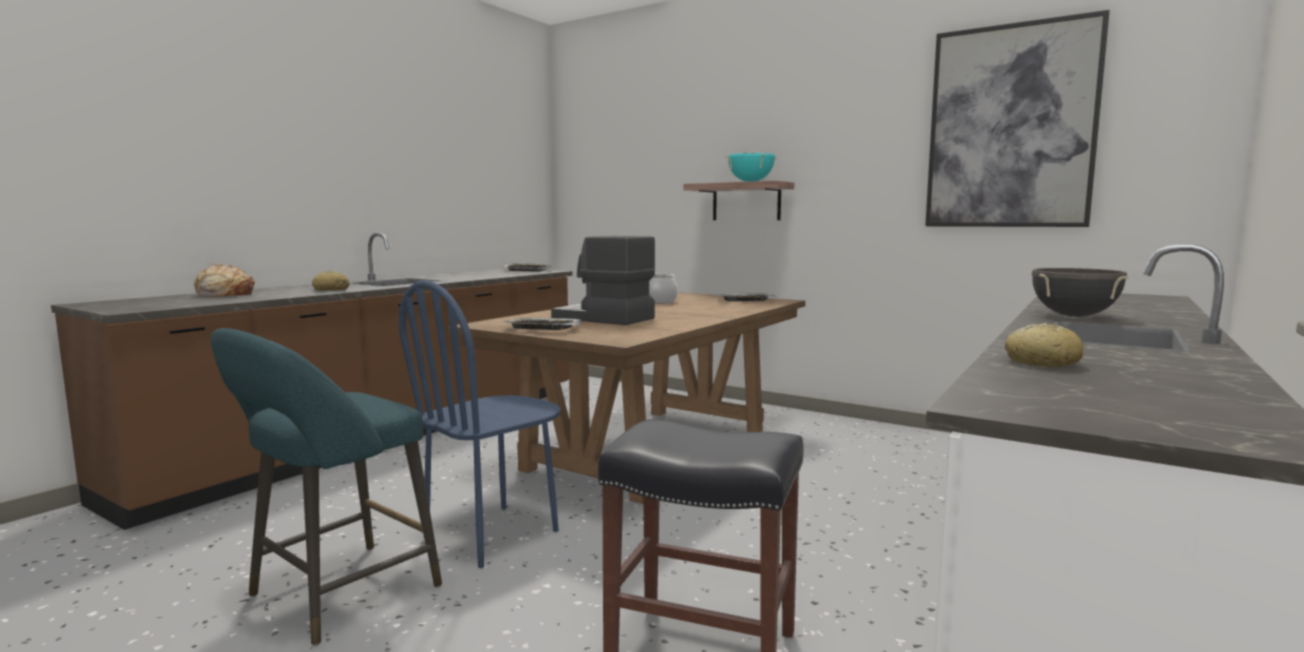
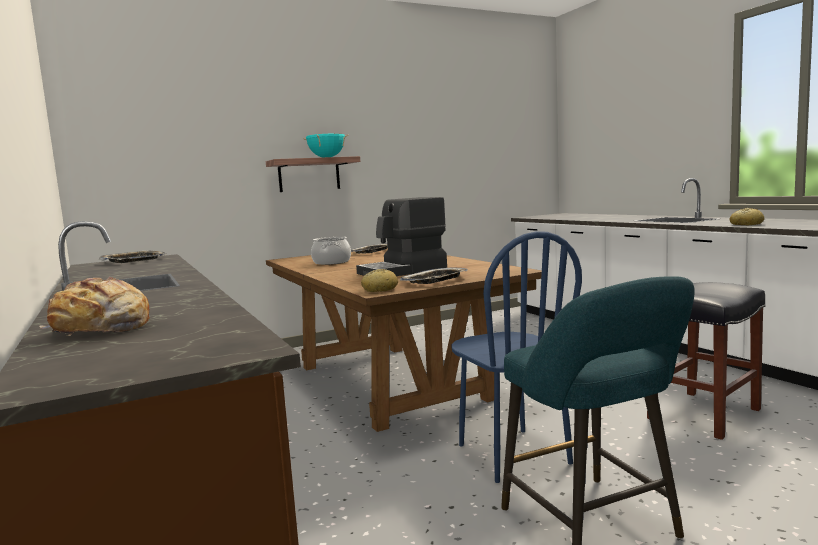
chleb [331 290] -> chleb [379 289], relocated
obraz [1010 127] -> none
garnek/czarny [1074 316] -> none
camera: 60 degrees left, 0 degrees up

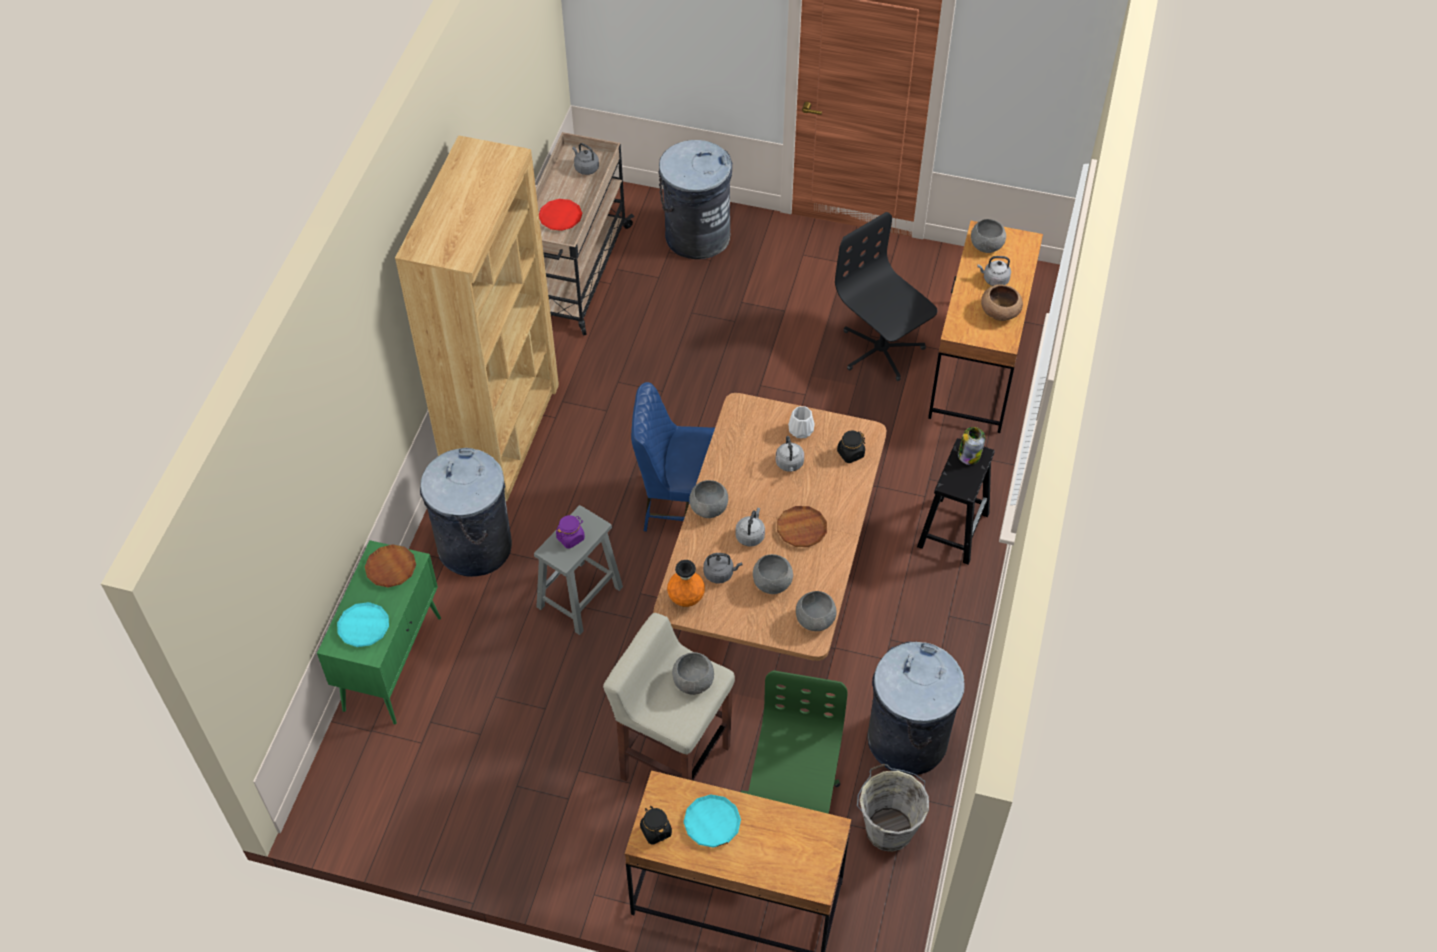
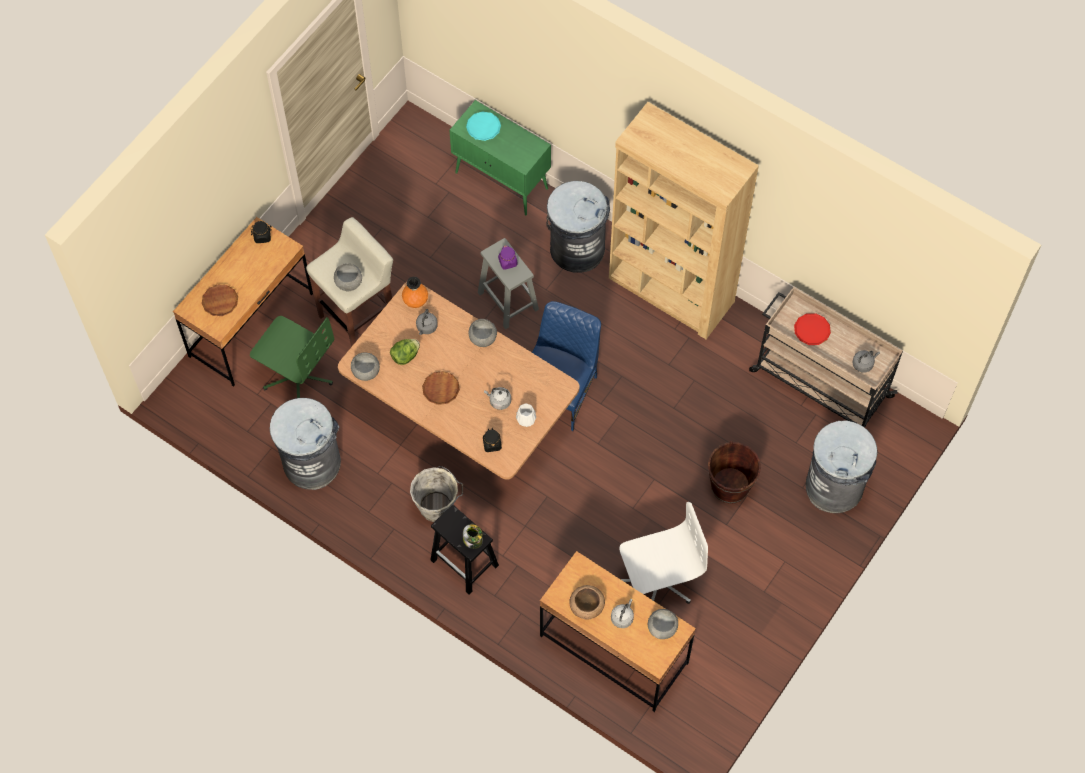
talerz/brązowy [391 568] -> talerz/brązowy [220 302], relocated
miska/szary [772 583] -> sałata [405 356]
wiadro/szary [888 828] -> wiadro/szary [437 507], relocated
krzesło biurowe/czarny [881 350] -> krzesło biurowe/biały [657 581]
none -> wiadro/brązowy [730 486]
talerz/turkusowy [712 823] -> none
czajnik/szary [750 535] -> none
camera: 110 degrees right, 10 degrees up

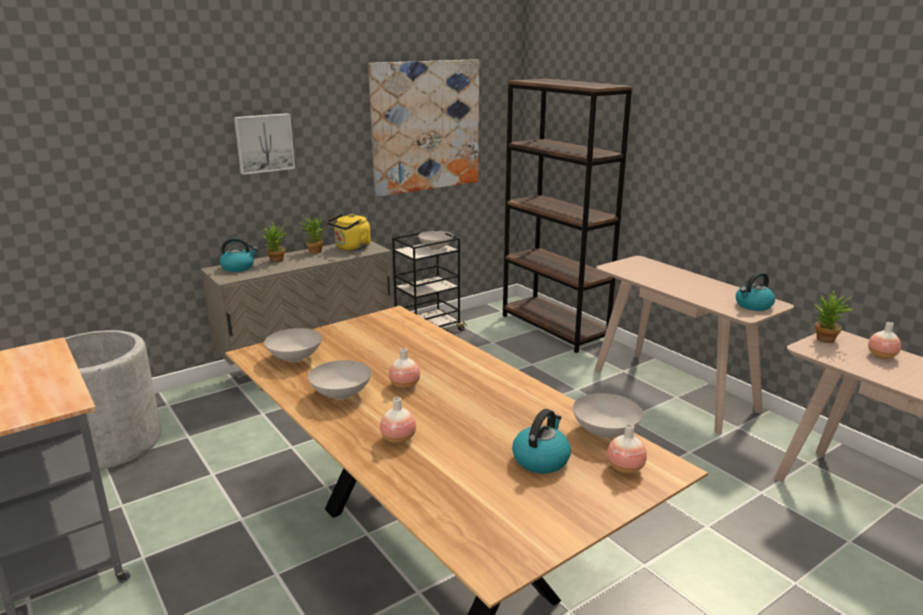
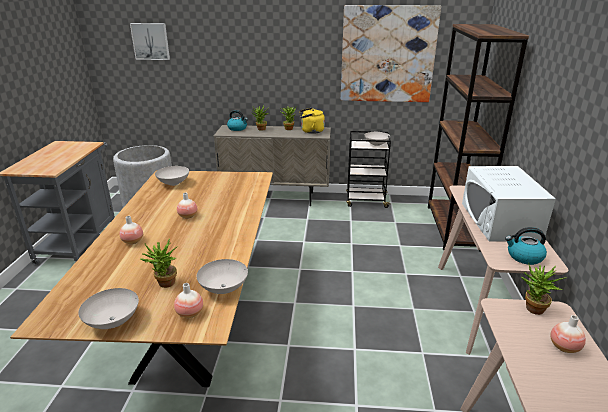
miska/biały [342 394] -> miska/biały [114 321], relocated
obraz [264 143] -> obraz [151 41], relocated
czajnik [541 459] -> roślina doniczkowa [164 285]
none -> mikrofalówka/biały [499 221]
camera: 40 degrees right, 5 degrees up

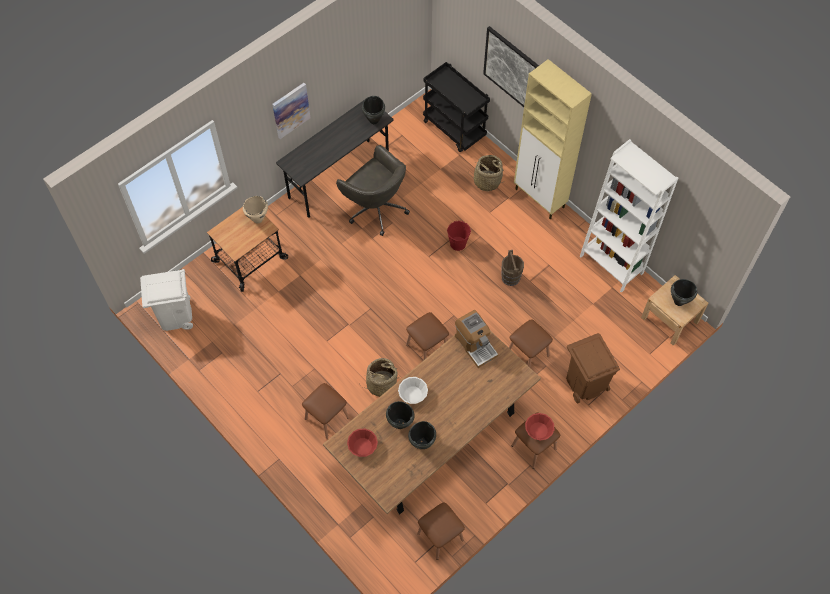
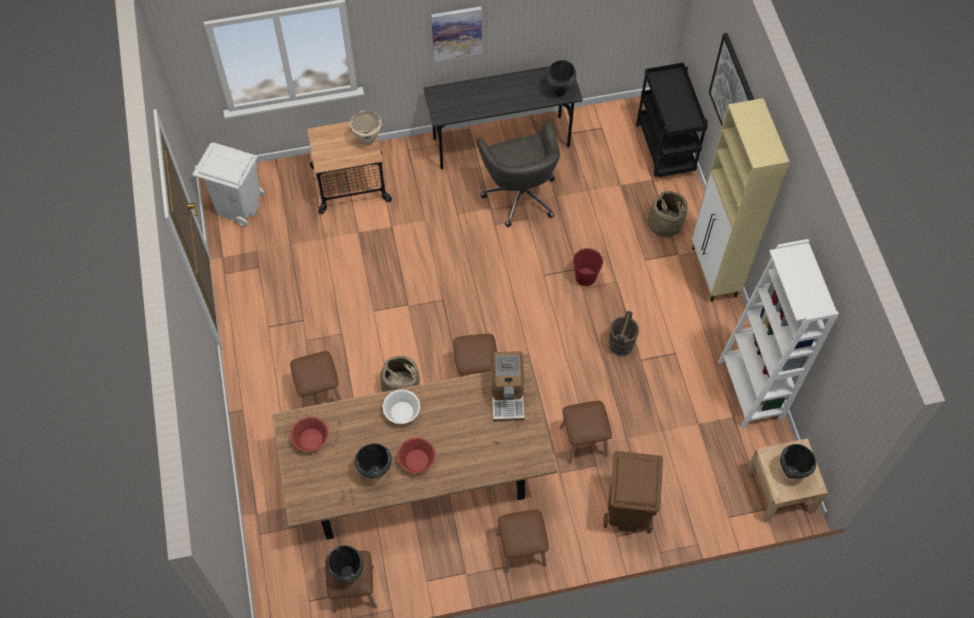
garnek/czarny [400 423] -> garnek/czarny [348 572], relocated
miska/czerwony [538 430] -> miska/czerwony [417 460], relocated
camera: 30 degrees right, 0 degrees up

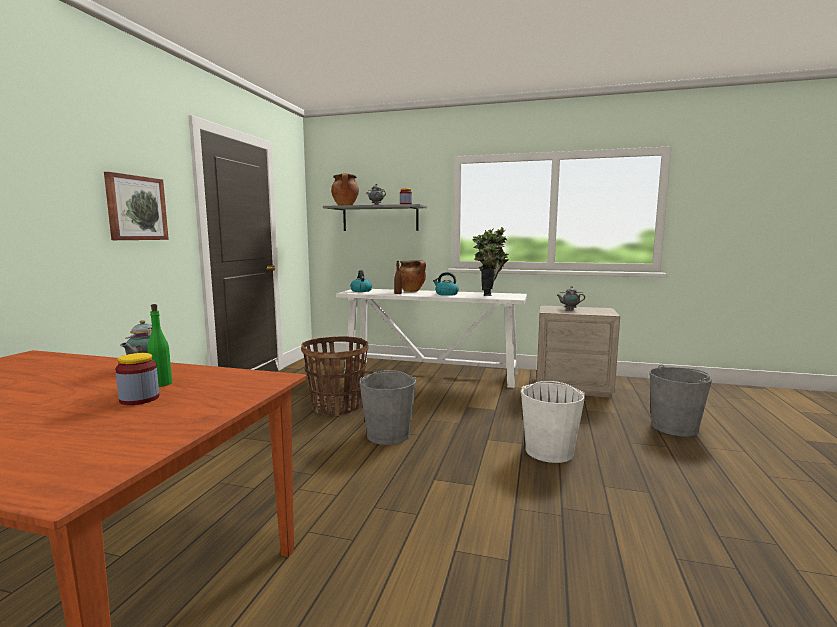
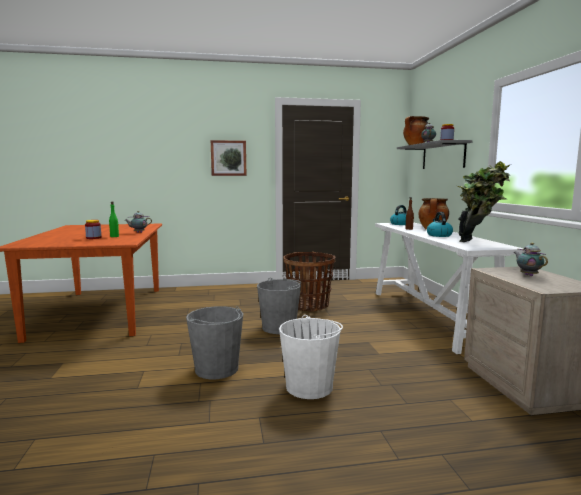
wiadro/szary [675 427] -> wiadro/szary [217 369], relocated
camera: 65 degrees right, 0 degrees up

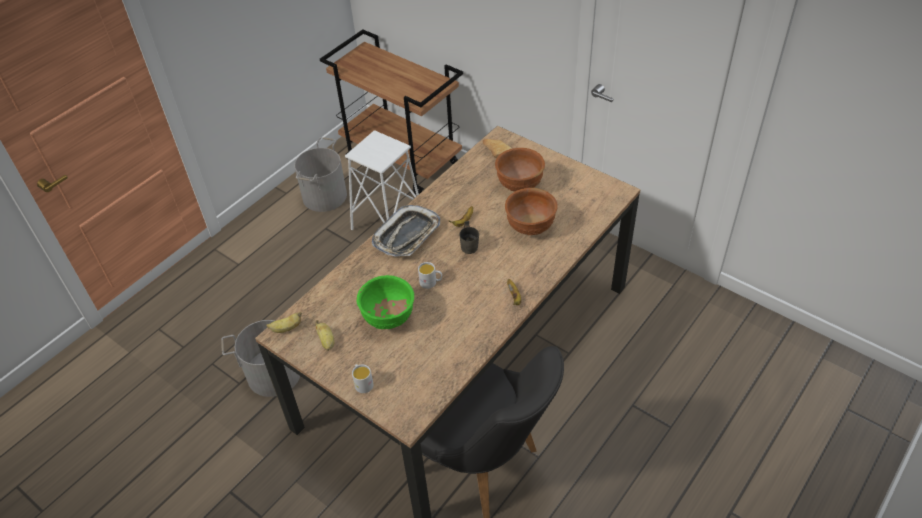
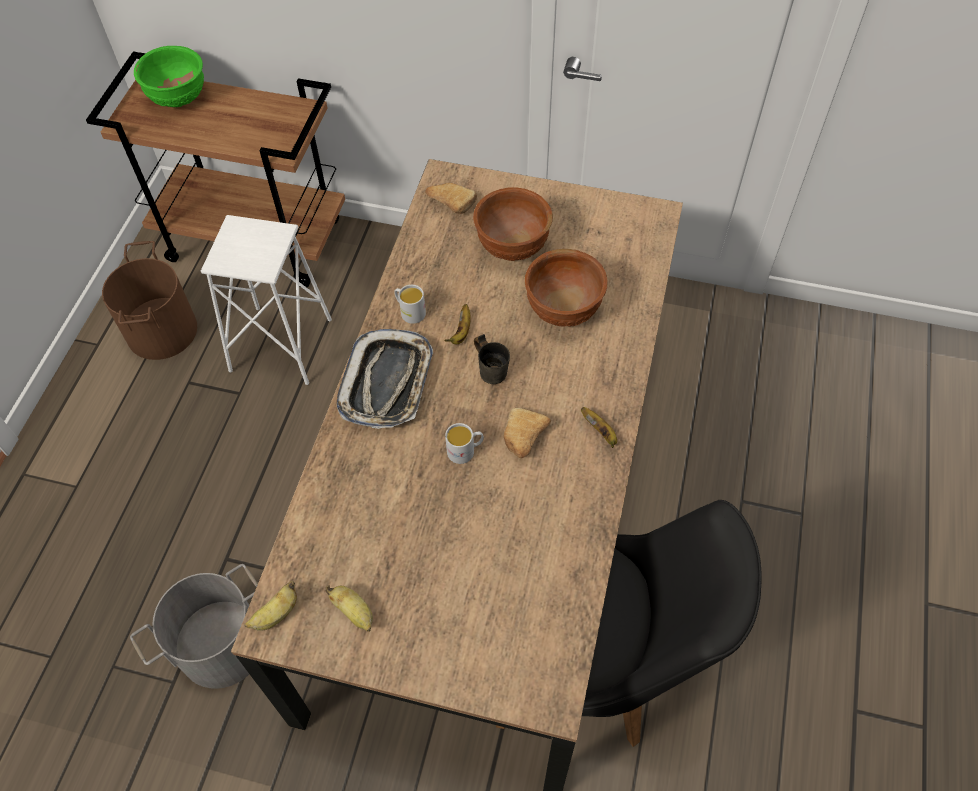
wiadro/szary [325 196] -> wiadro/brązowy [163 330]
miska/zielony [389 318] -> miska/zielony [179 99], relocated
kubek/biały [362 383] -> kubek/biały [409 311], relocated
none -> chleb [522 439]
camera: 25 degrees left, 10 degrees up

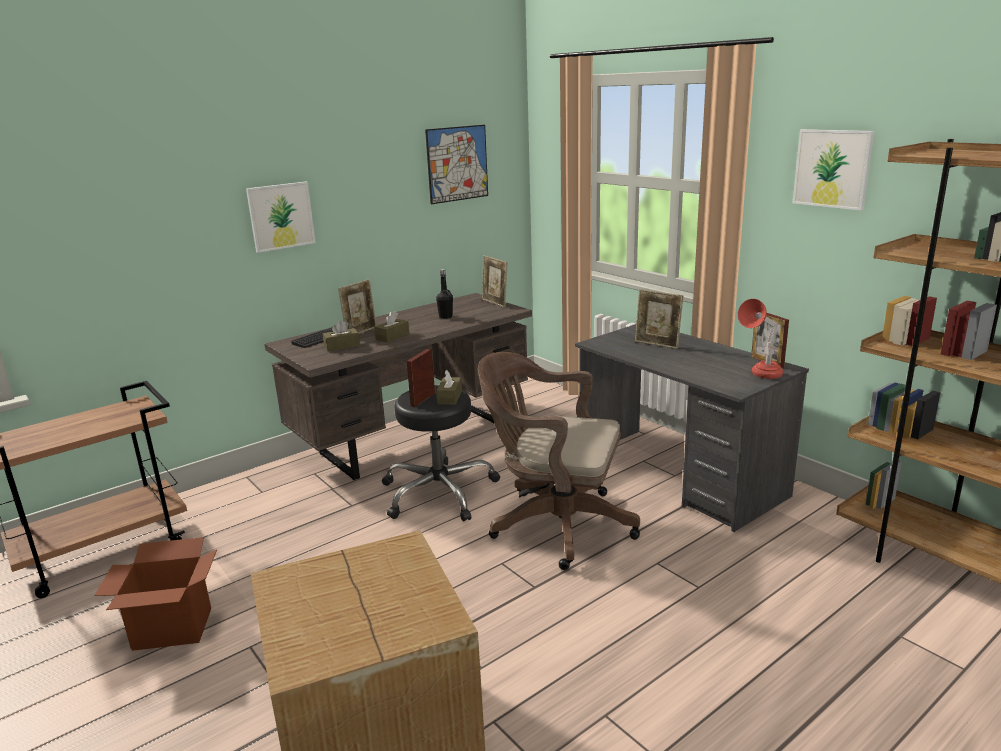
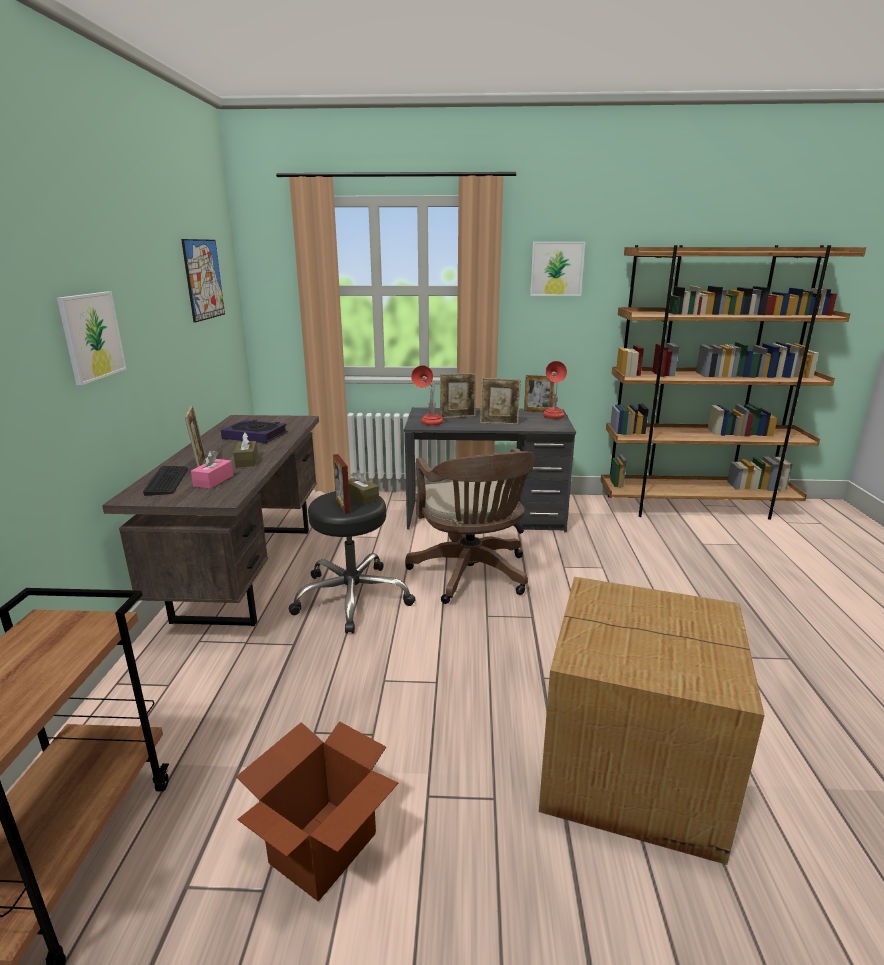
pudełko chusteczek/brązowy [342 346] -> pudełko chusteczek/różowy [213 481]
butelka/czarny [445 316] -> książka [255 436]
krzesło biurowe/brązowy [555 524] -> krzesło biurowe/brązowy [472 576], 75 degrees counterclockwise
none -> lampa stołowa/czerwony [429 424]
ramka na zdjęcie [495 303] -> ramka na zdjęcie [499 423], relocated
camera: 50 degrees left, 0 degrees up

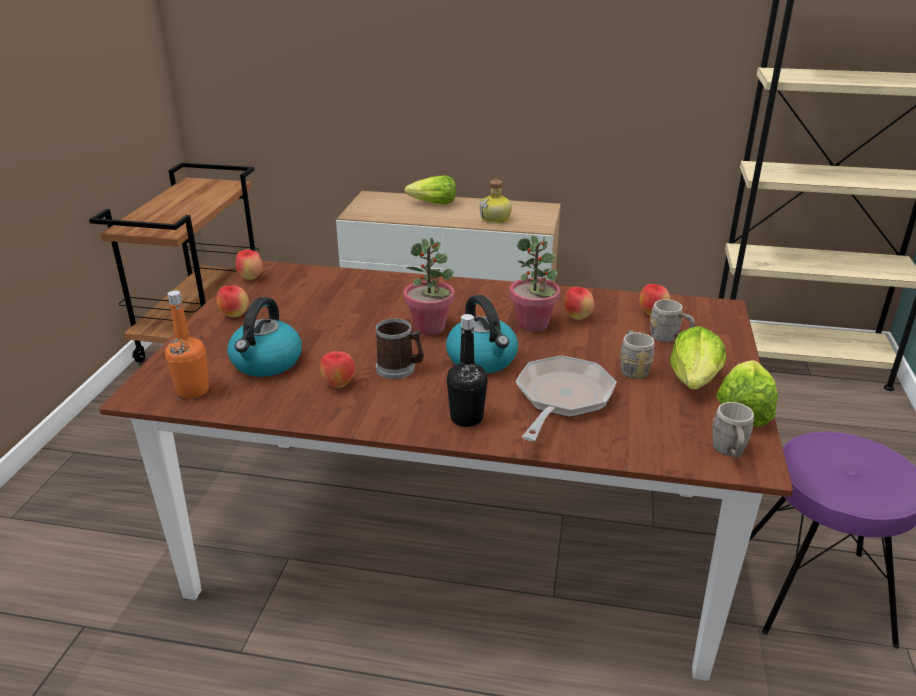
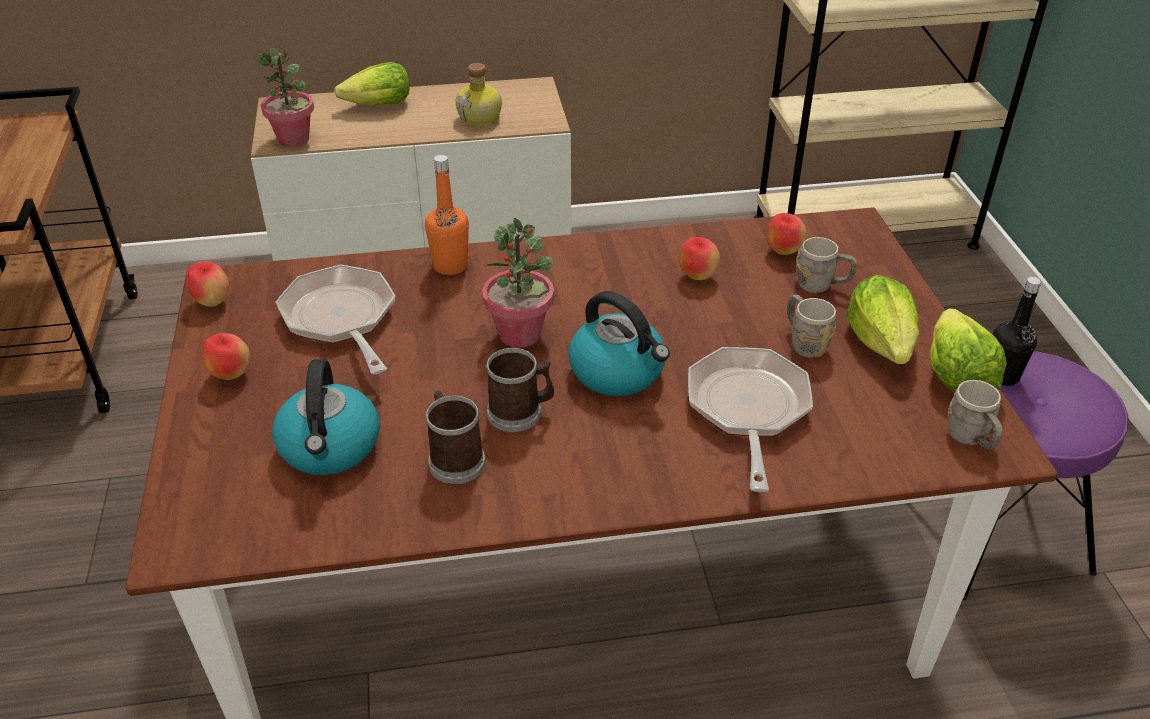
roślina doniczkowa [533 324] -> roślina doniczkowa [294 139], relocated
none -> patelnia [342 320]
butelka/pomarańczowy [193 391] -> butelka/pomarańczowy [450 266], relocated
jabłko [339 384] -> kubek [454 459]
butelka/czarny [466 418] -> butelka/czarny [1002 375], relocated
camera: 20 degrees left, 10 degrees up

